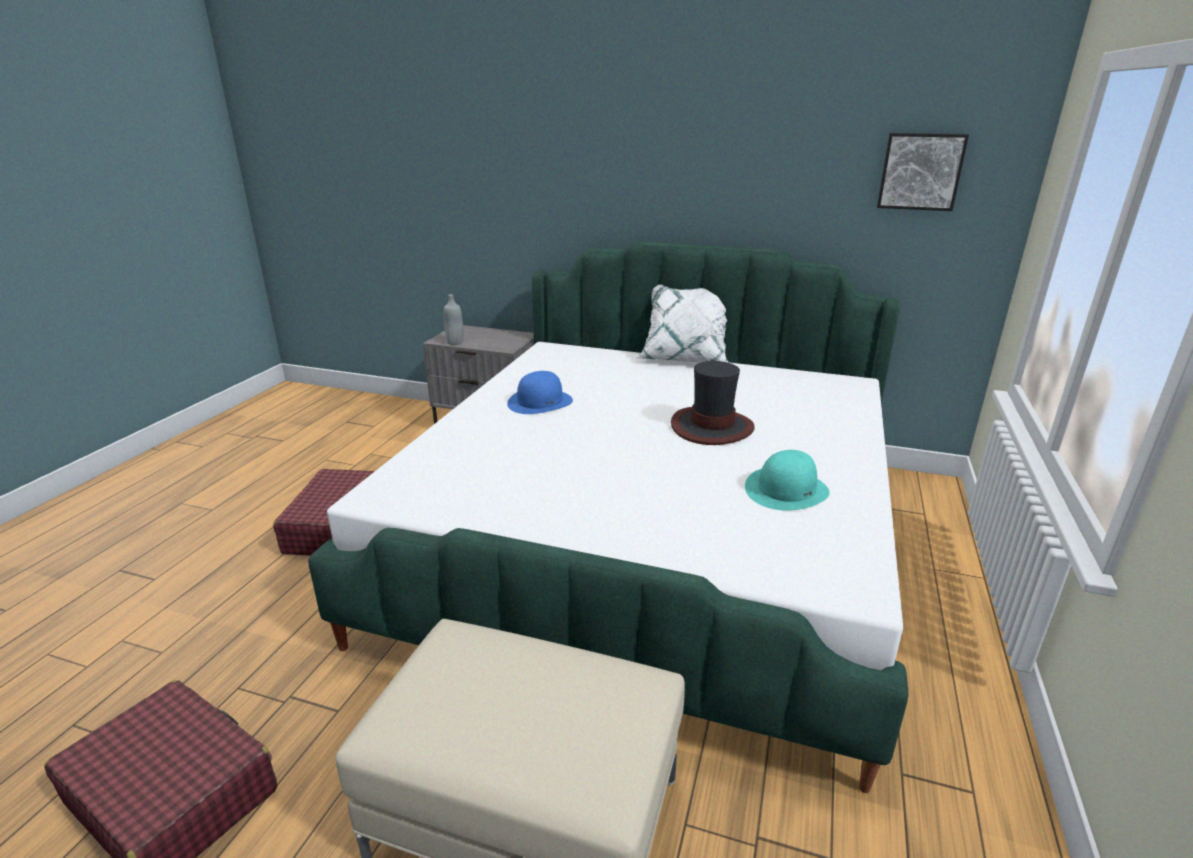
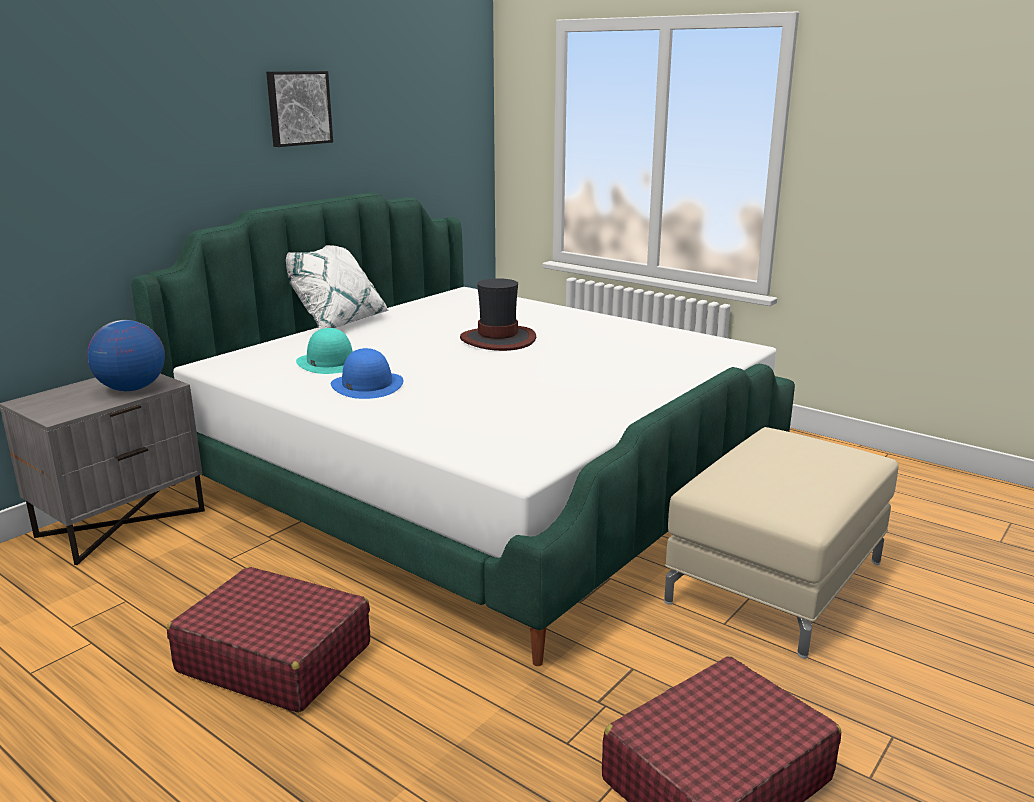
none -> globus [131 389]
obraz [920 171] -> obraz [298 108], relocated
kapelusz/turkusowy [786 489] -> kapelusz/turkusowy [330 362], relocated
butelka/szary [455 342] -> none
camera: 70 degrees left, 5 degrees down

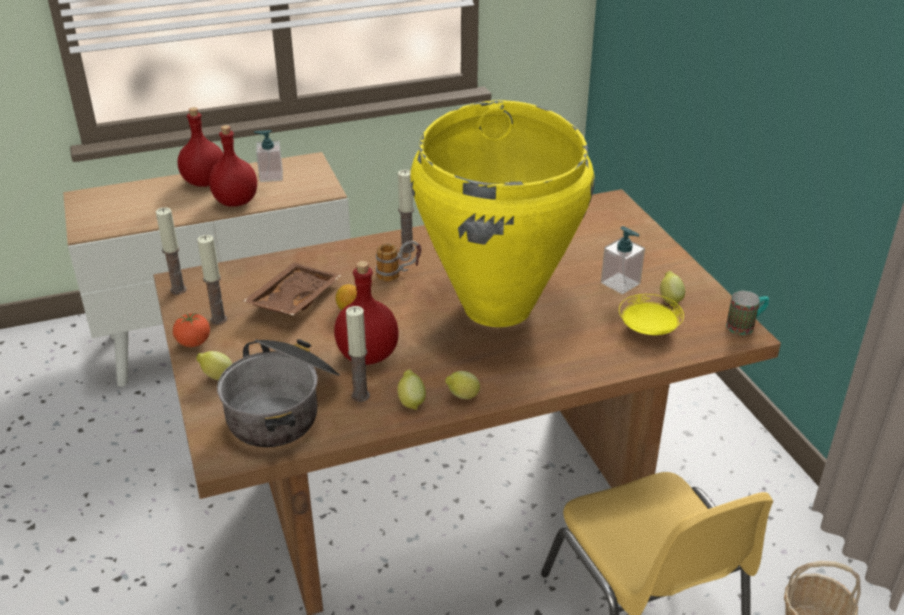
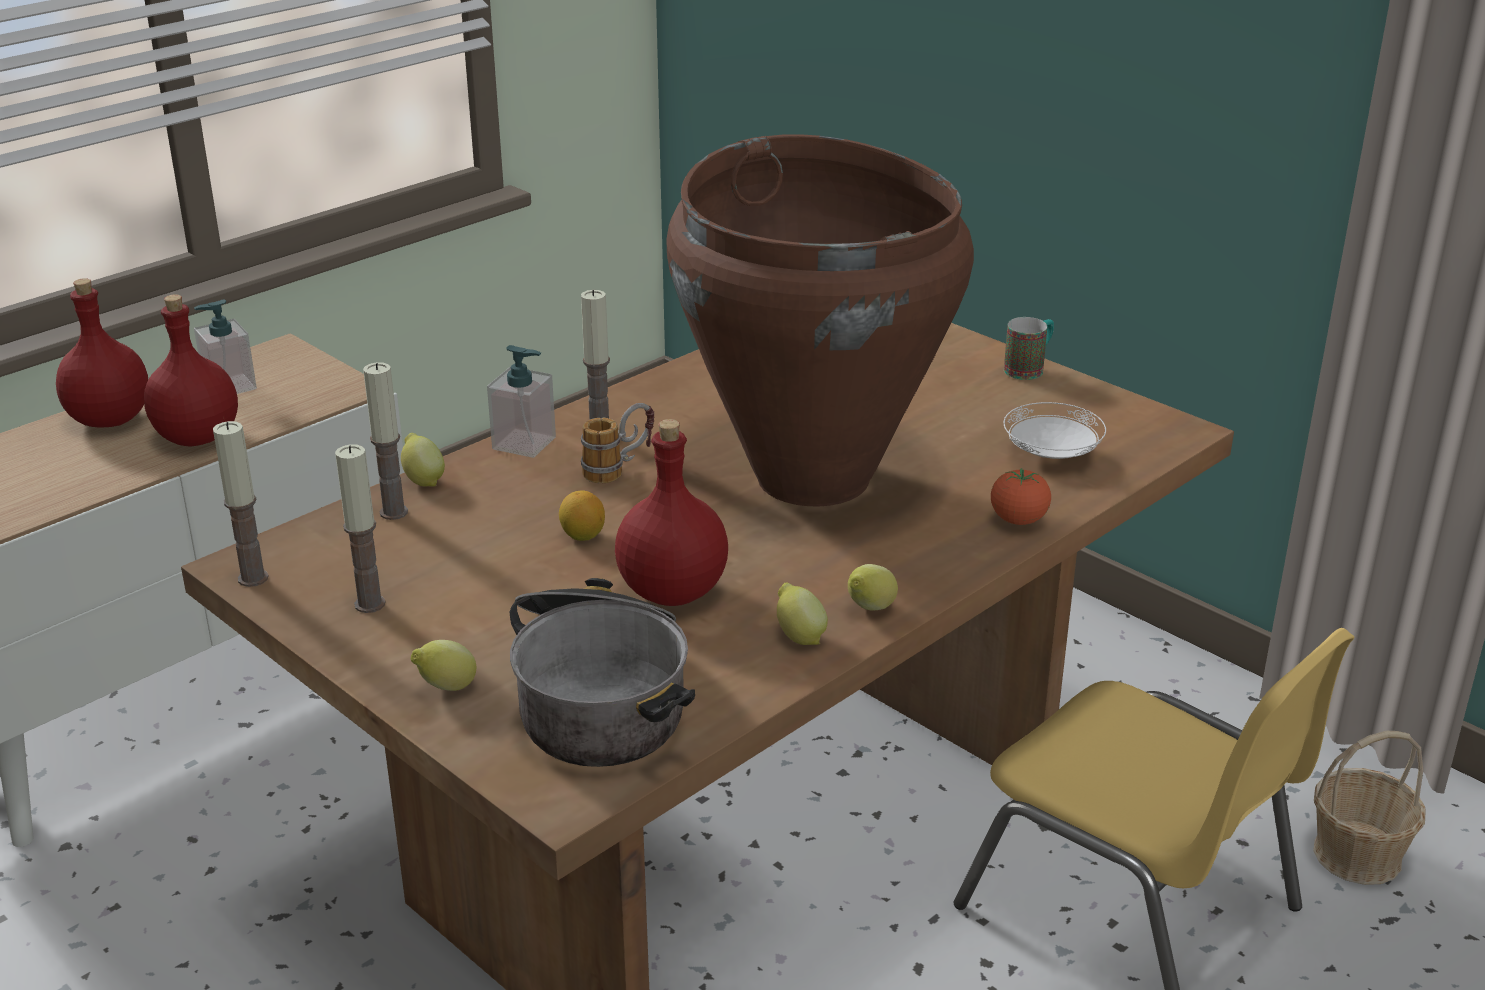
świeca [360 396] -> świeca [394 512], relocated
cytryna [670 299] -> cytryna [423 480], relocated
dozownik mydła [620 283] -> dozownik mydła [524 443], relocated
wazon/żółty [498 308] -> wazon/brązowy [814 478]
pomidor [193 343] -> pomidor [1018 520], relocated
talerz/żółty [648 329] -> talerz/biały [1051 455]
kubek [745 325] -> kubek [1029 368], relocated
taca/brązowy [292 299] -> none
camera: 25 degrees left, 5 degrees down

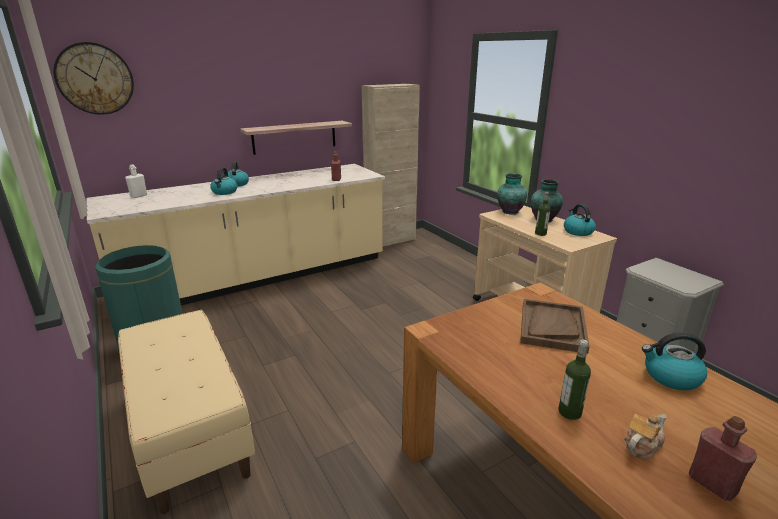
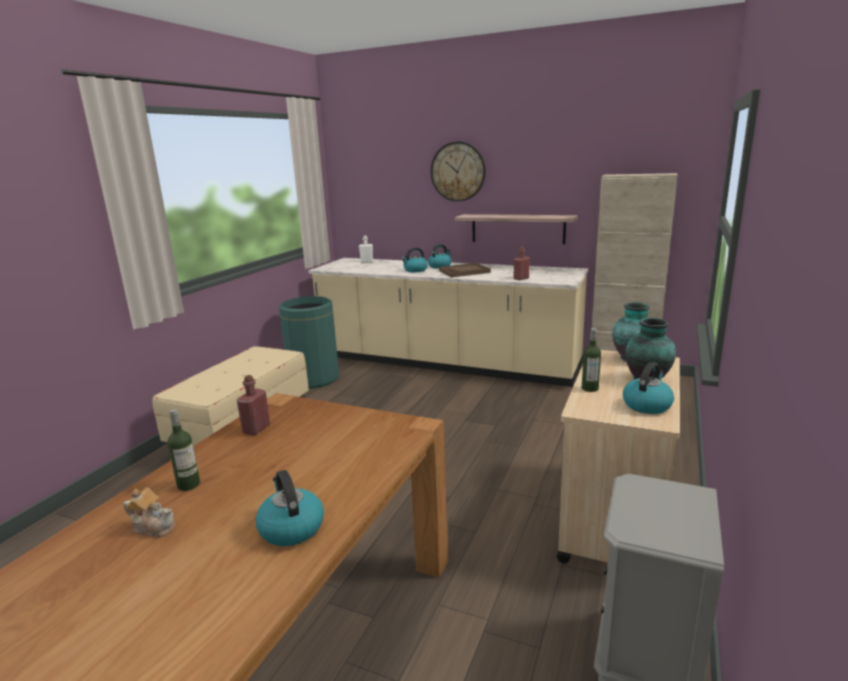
butelka/czerwony [712 484] -> butelka/czerwony [256 429], relocated
zegar ścienny [95 79] -> zegar ścienny [458 171], relocated
taca/brązowy [552 327] -> taca/brązowy [464 271], relocated
camera: 55 degrees right, 5 degrees down

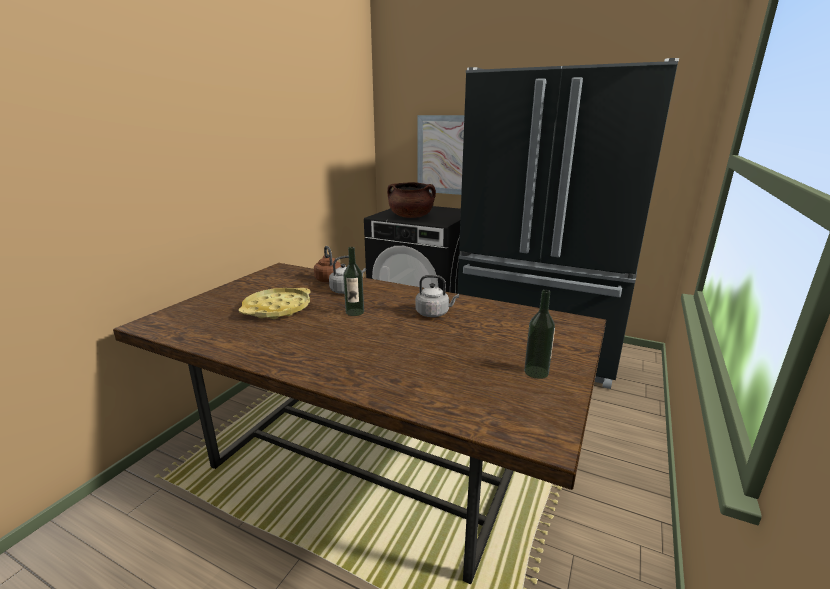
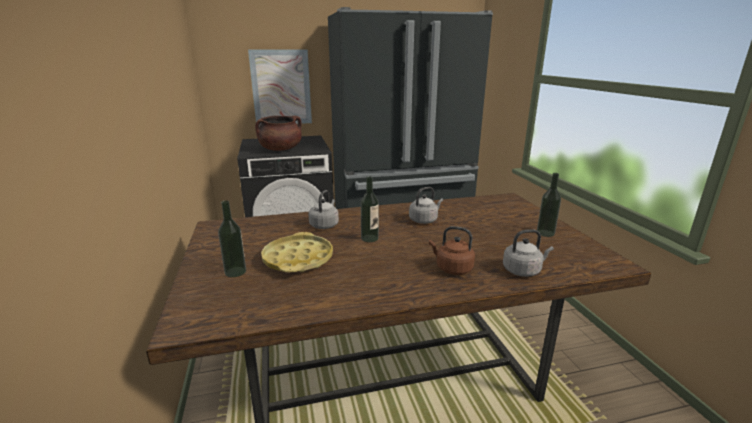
none -> butelka [235 272]
czajnik/brązowy [328 279] -> czajnik/brązowy [452 268], relocated
none -> czajnik/szary [523 270]
camera: 40 degrees left, 0 degrees up

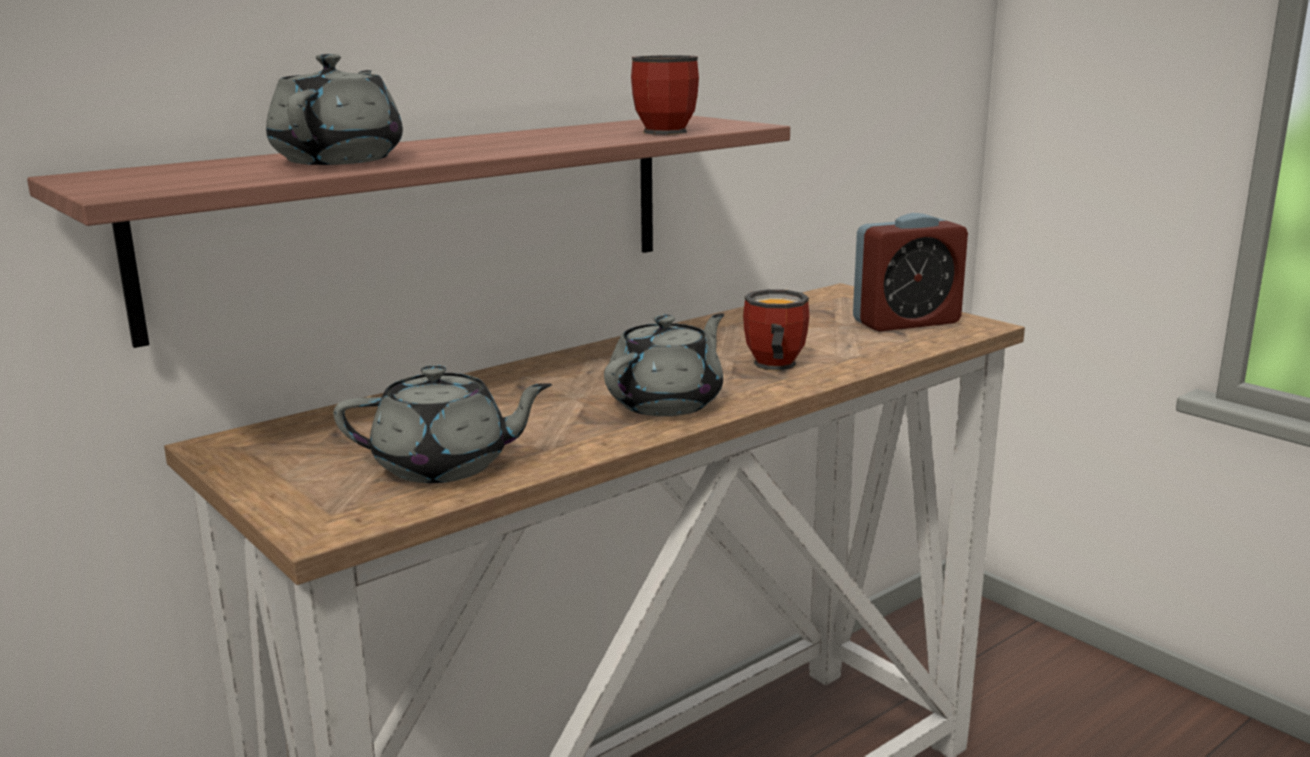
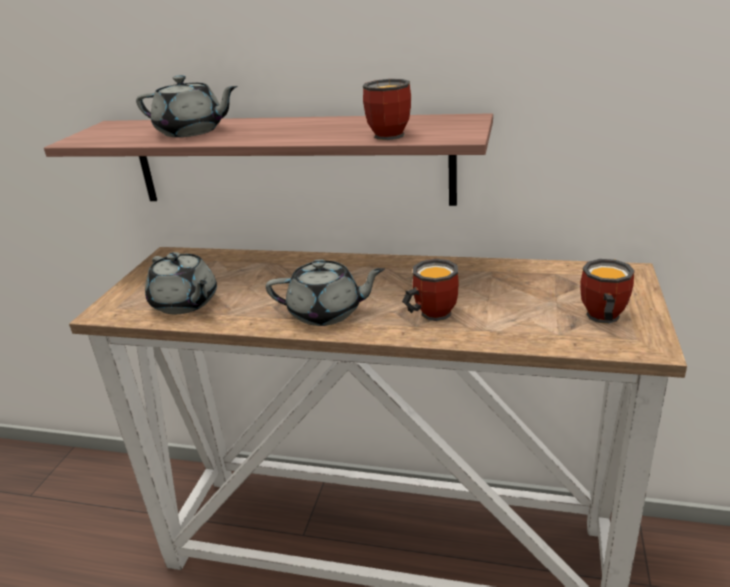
imbryk/szary [340 159] -> imbryk/szary [192 131], 45 degrees clockwise
budzik [906 322] -> kubek [600 318]
camera: 55 degrees right, 10 degrees up

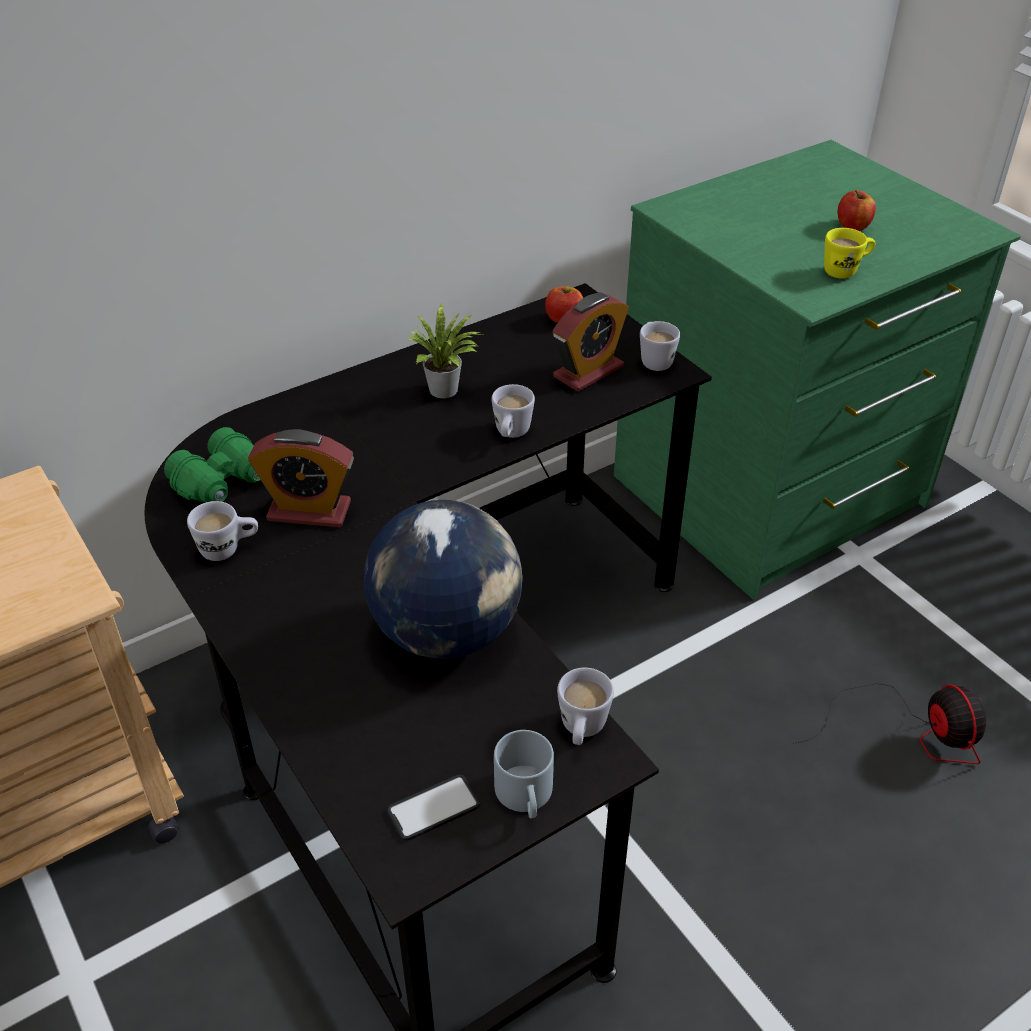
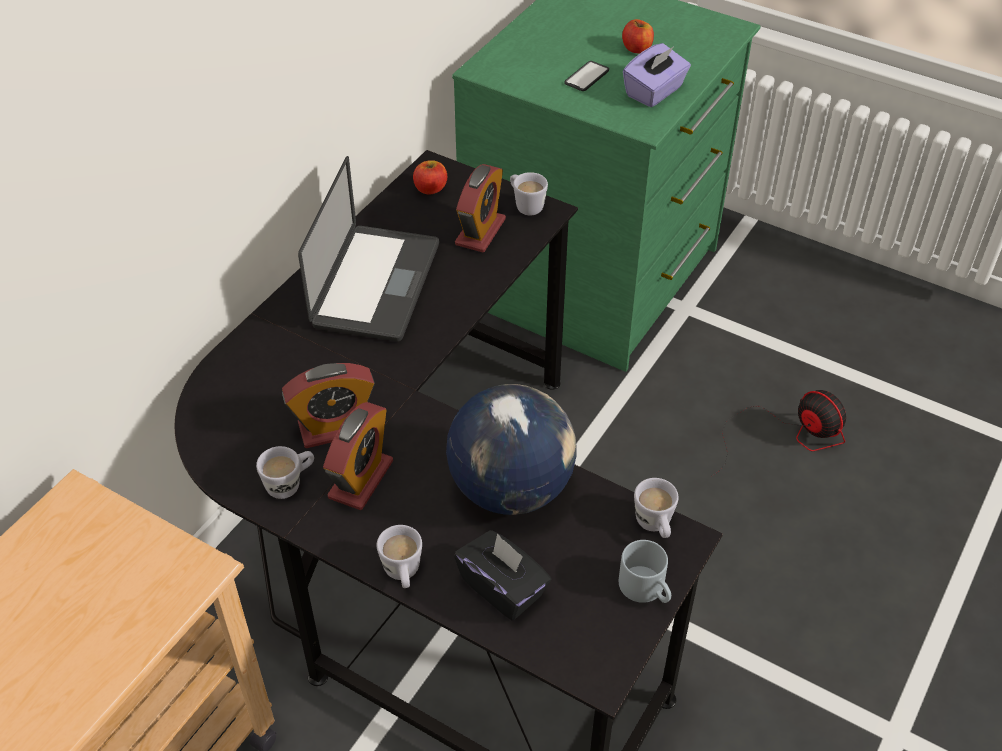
roślina doniczkowa [446 391] -> laptop [376 285]
none -> budzik [361 479]
kubek/biały [511 434] -> kubek/biały [403 574], relocated
none -> pudełko chusteczek/czarny [503 588]
telefon [433 808] -> telefon [586 77], relocated
kubek/żółty [846 270] -> pudełko chusteczek/fioletowy [654 92]
lornetka/zielony [223 482] -> none
camera: 25 degrees left, 5 degrees up

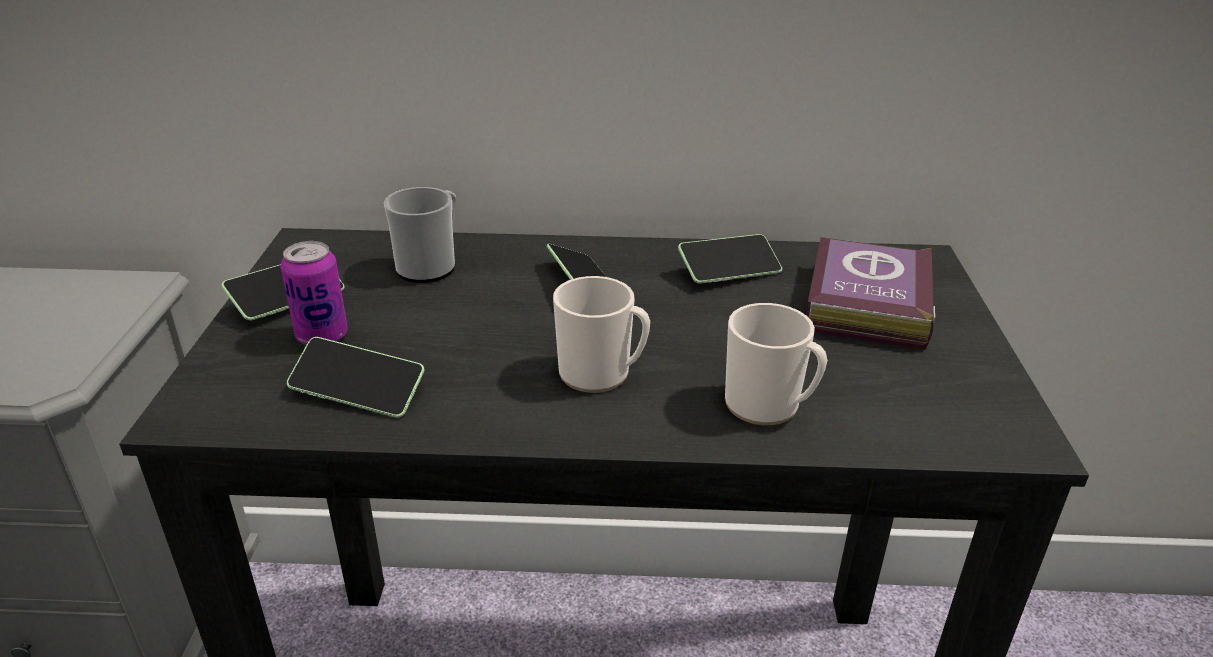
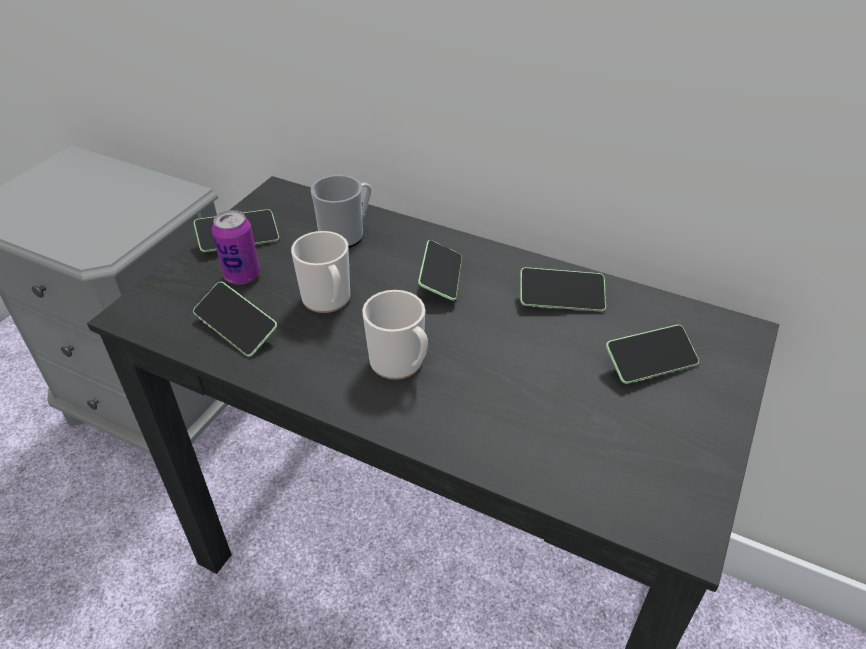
kubek [769 406] -> kubek [328 301], relocated
książka [864 305] -> telefon [650 363]
camera: 25 degrees right, 10 degrees up

